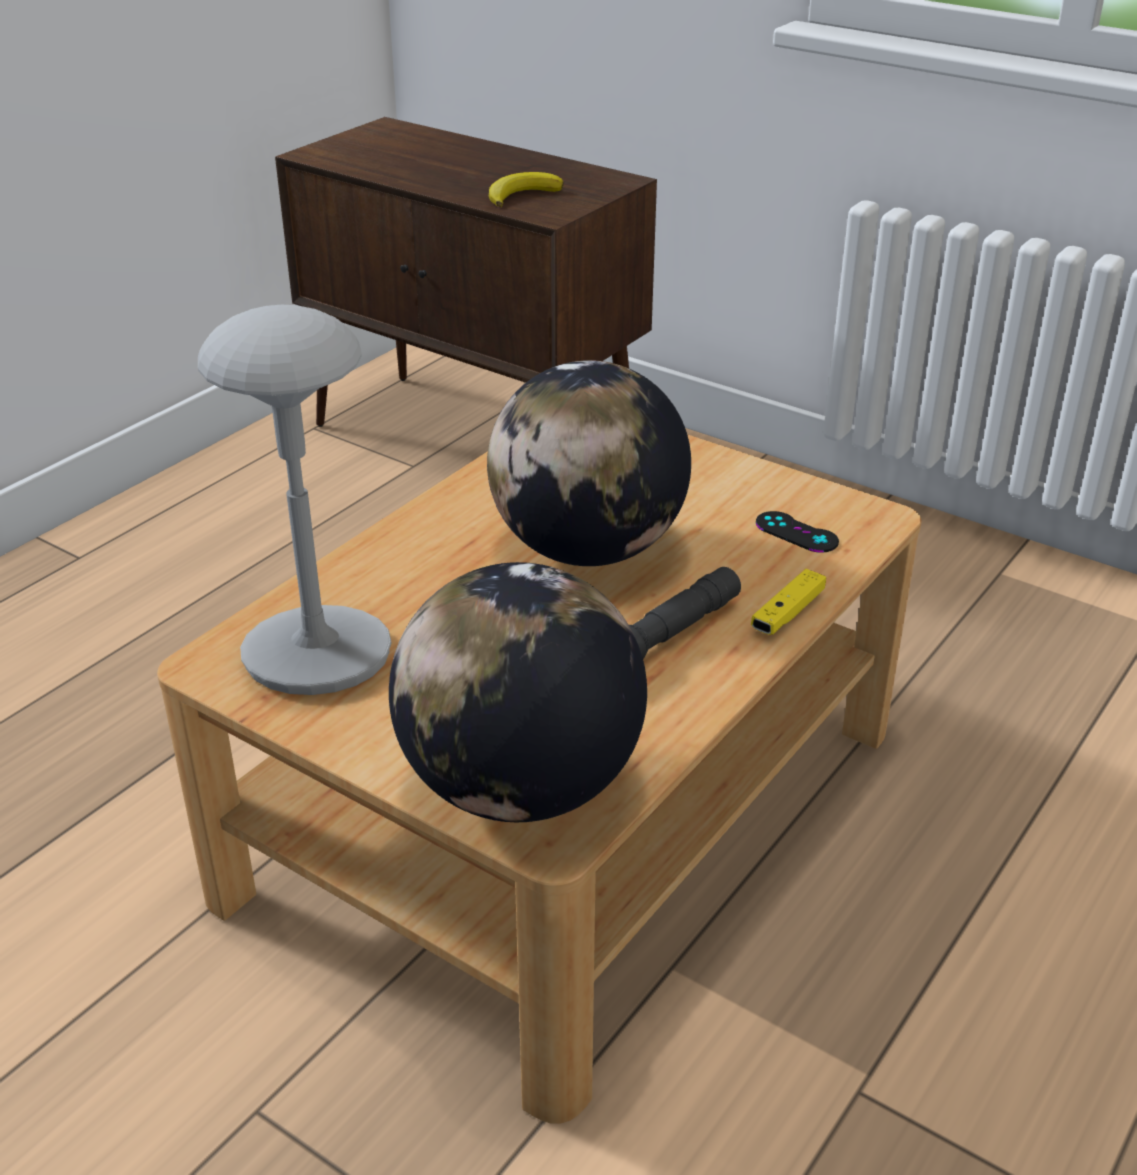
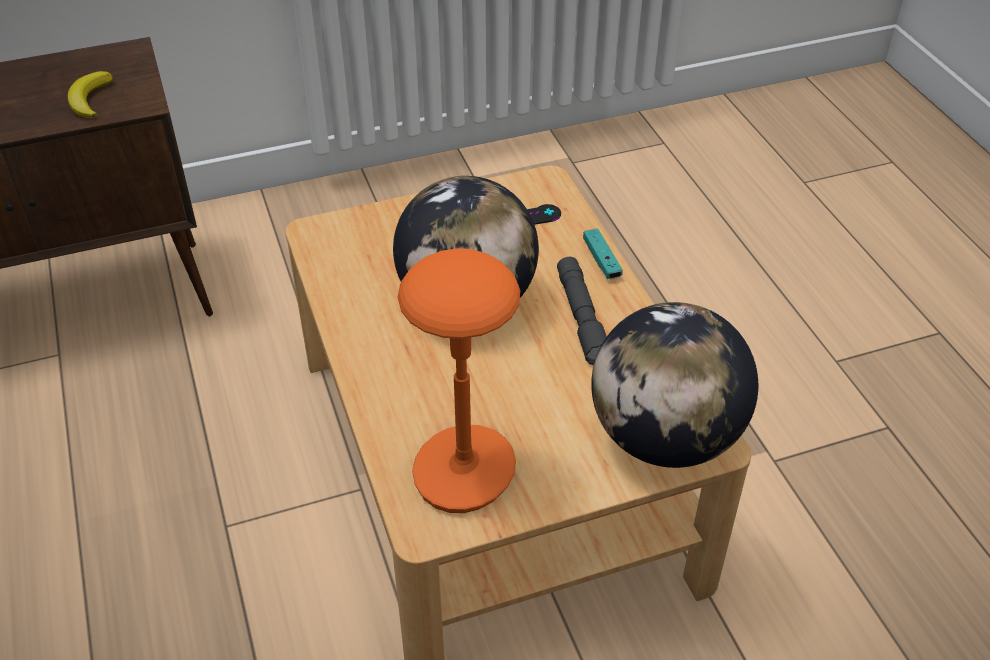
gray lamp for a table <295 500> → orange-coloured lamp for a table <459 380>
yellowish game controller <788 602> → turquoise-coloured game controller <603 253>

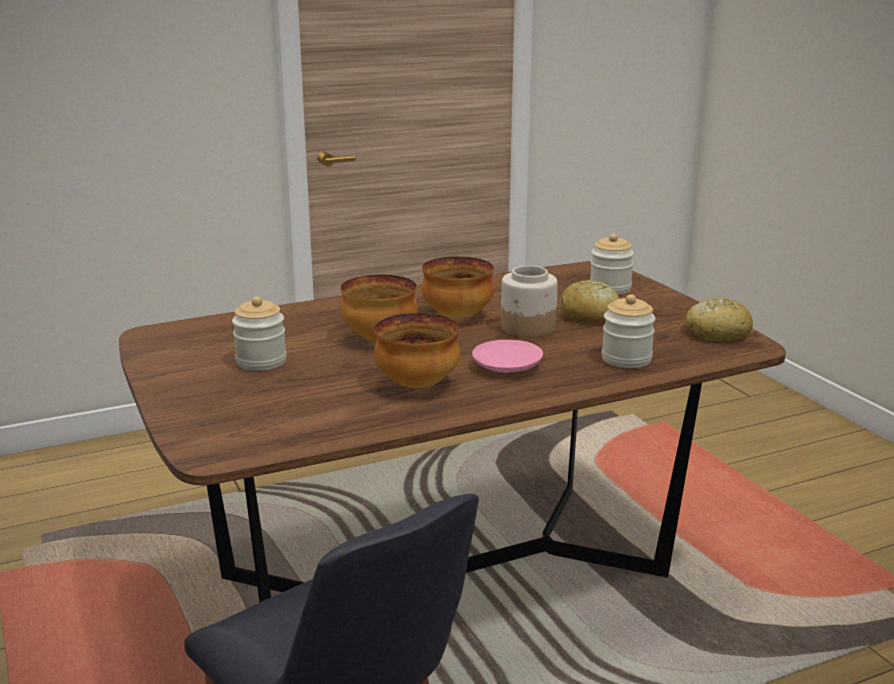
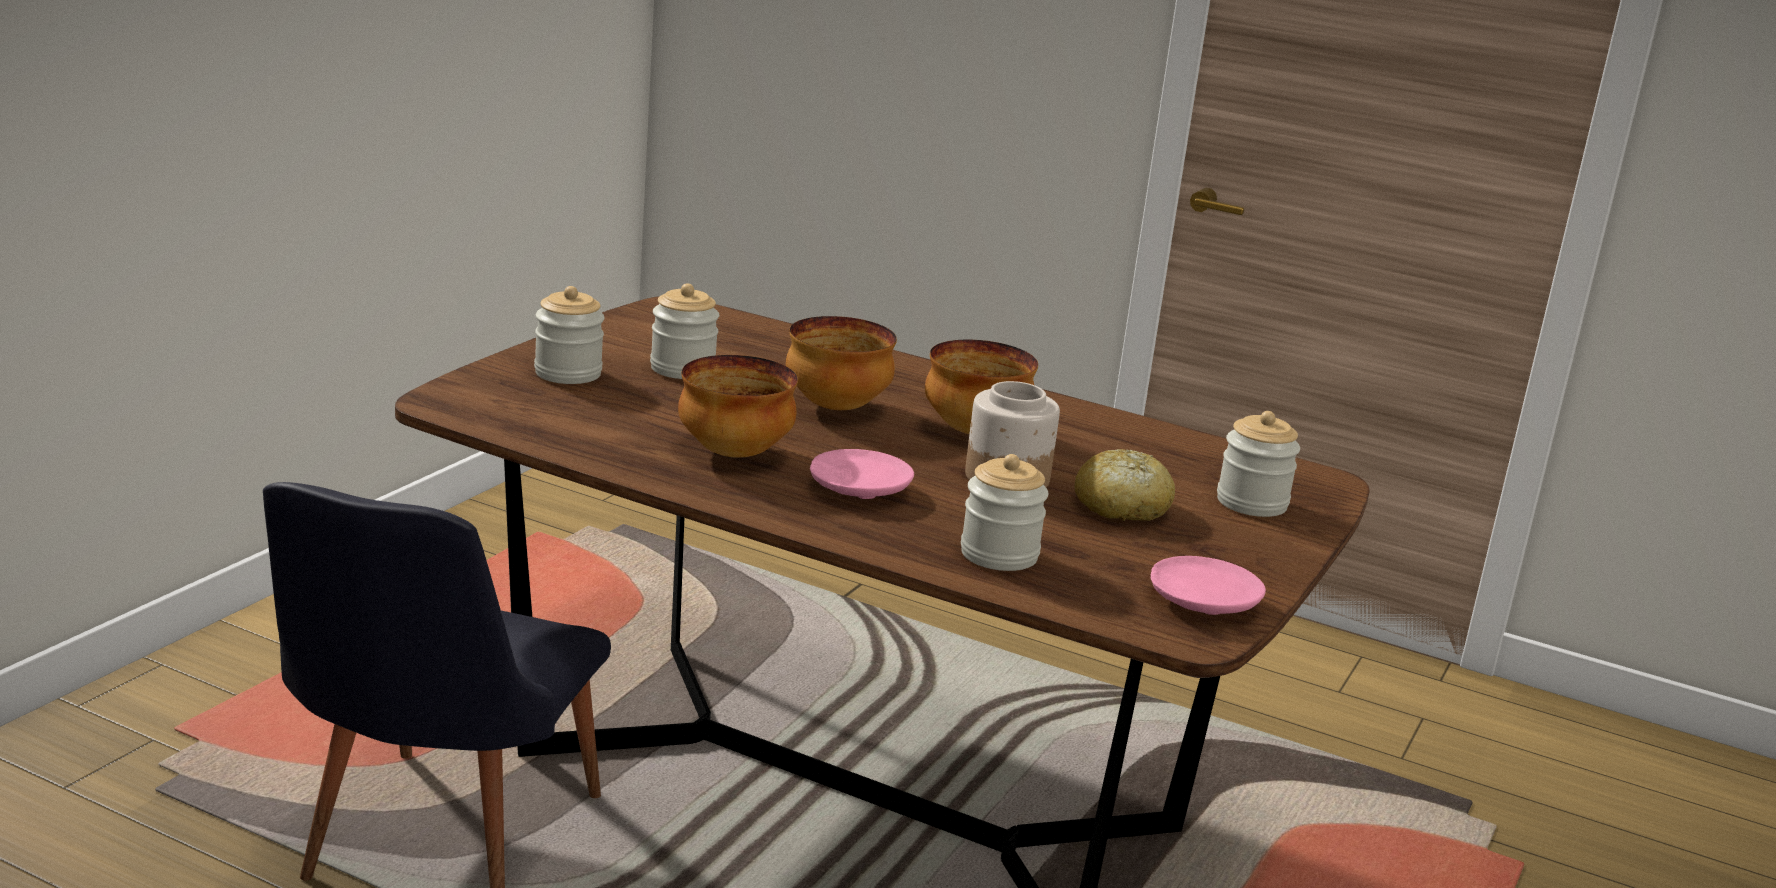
baked bread <719 320> → pink flat dish <1208 585>
- → storage jar <569 335>

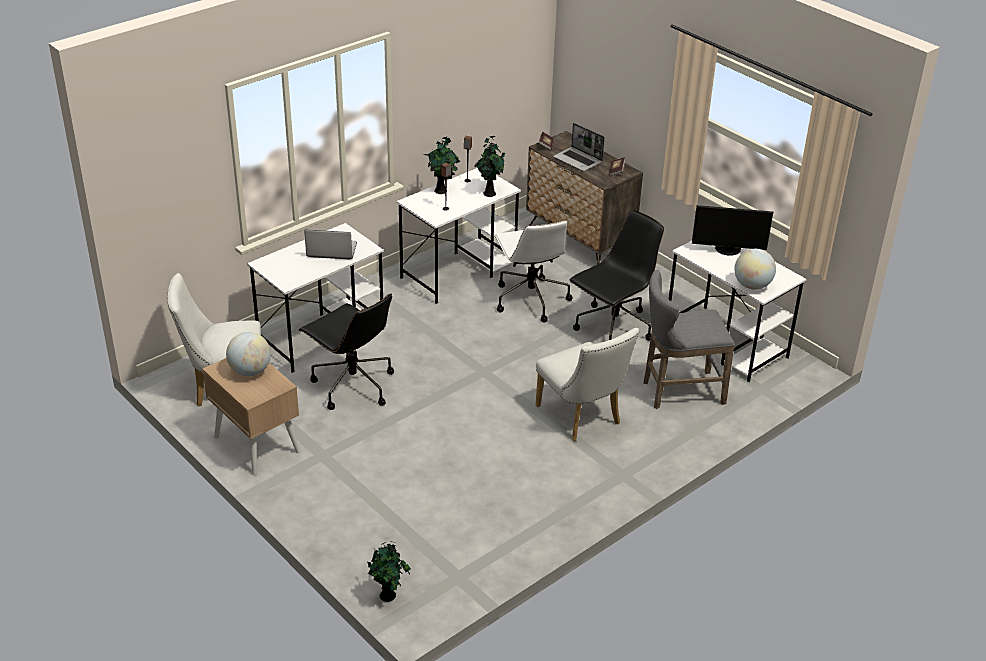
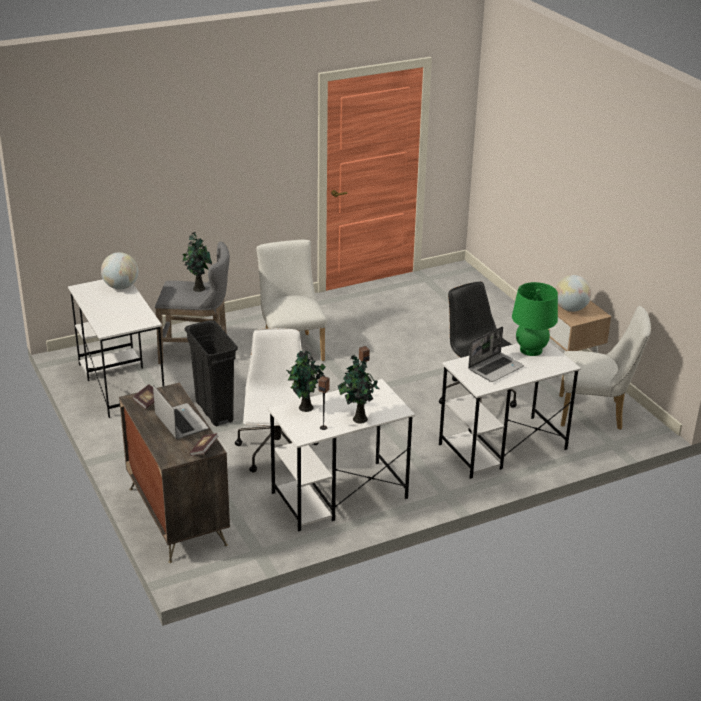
portable computer <330 245> → portable computer <496 354>, 60 degrees counterclockwise
plant in a pot <389 572> → plant in a pot <197 262>, moved
black-coloured desk chair <616 275> → black-coloured waste bin <211 373>
computer display <732 230> → -
- → green-coloured lamp for a table <535 319>

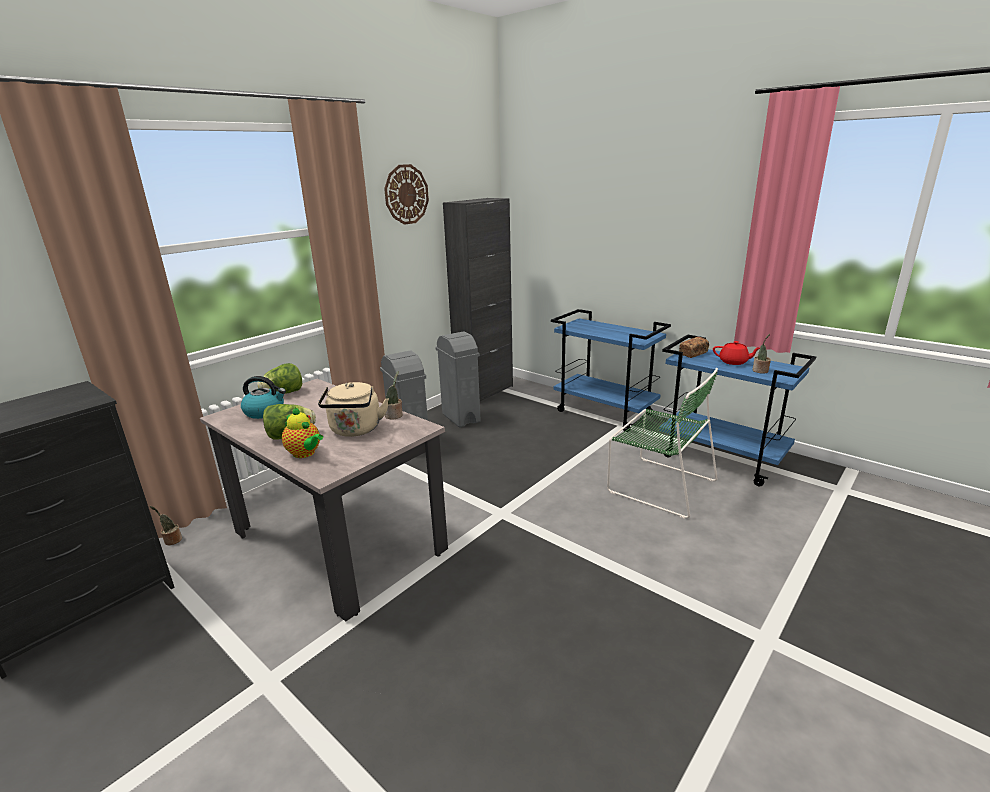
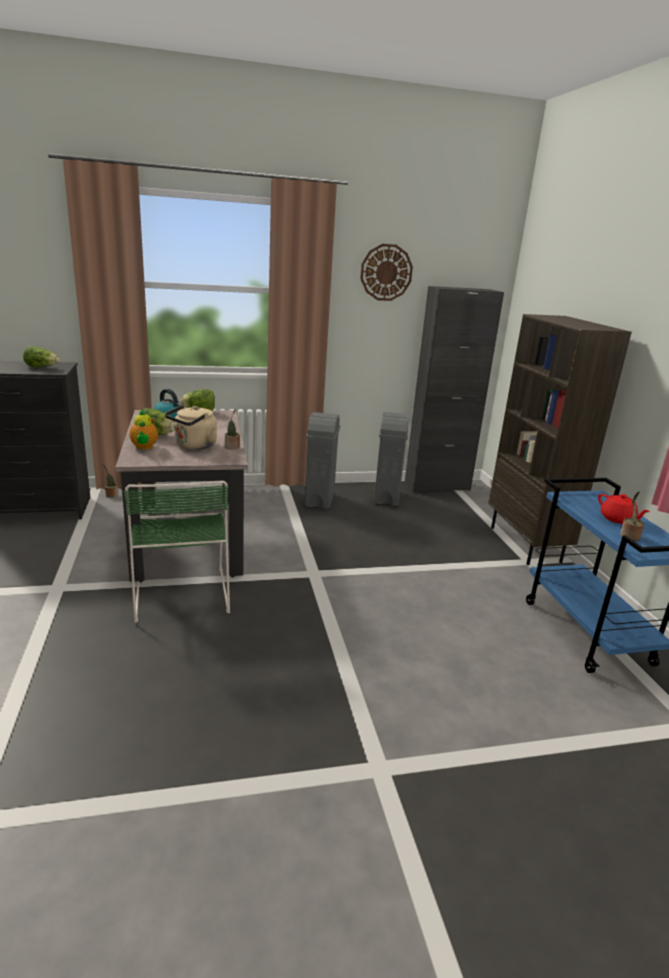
blue-coloured trolley <611 370> → brownish shelving unit <560 439>
green-coloured upright chair <662 443> → green-coloured upright chair <177 552>, moved
baked bread <694 347> → -
- → head of lettuce <41 356>

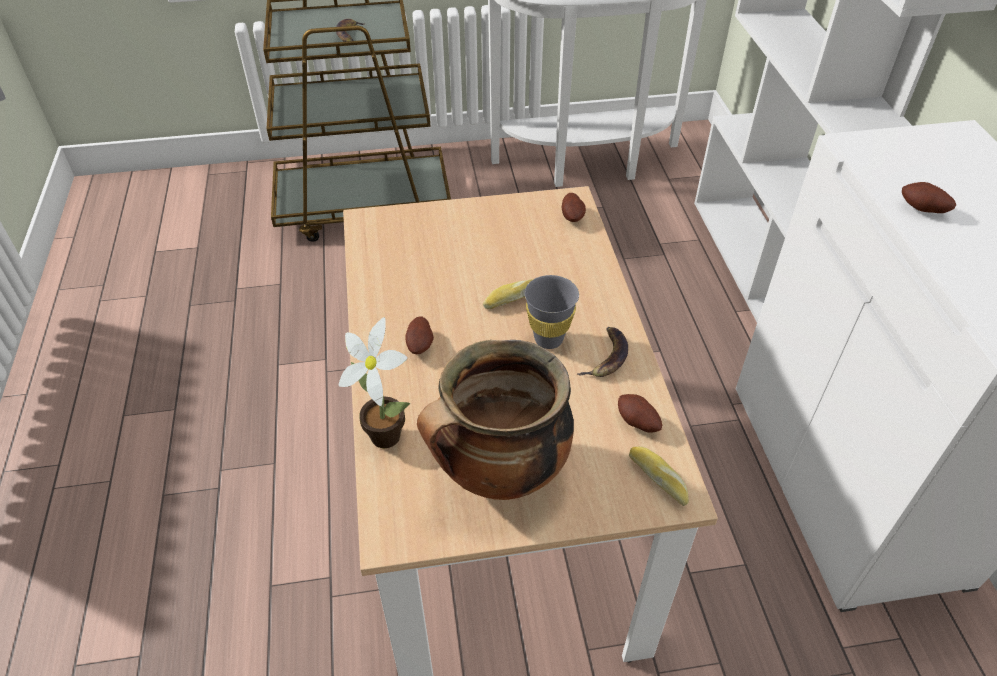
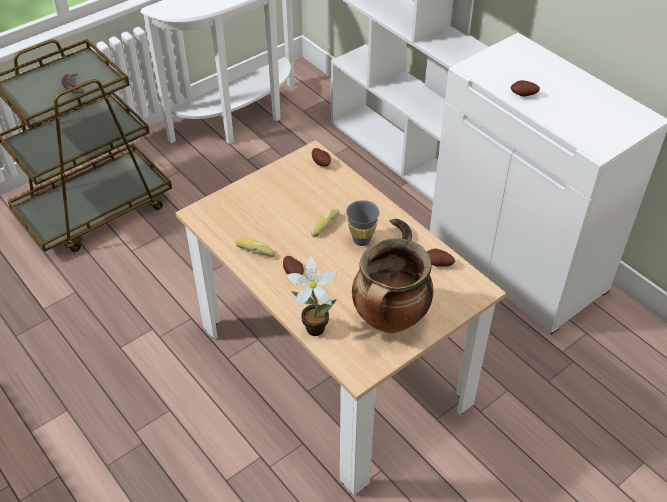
baked bread <659 476> → baked bread <255 247>, moved

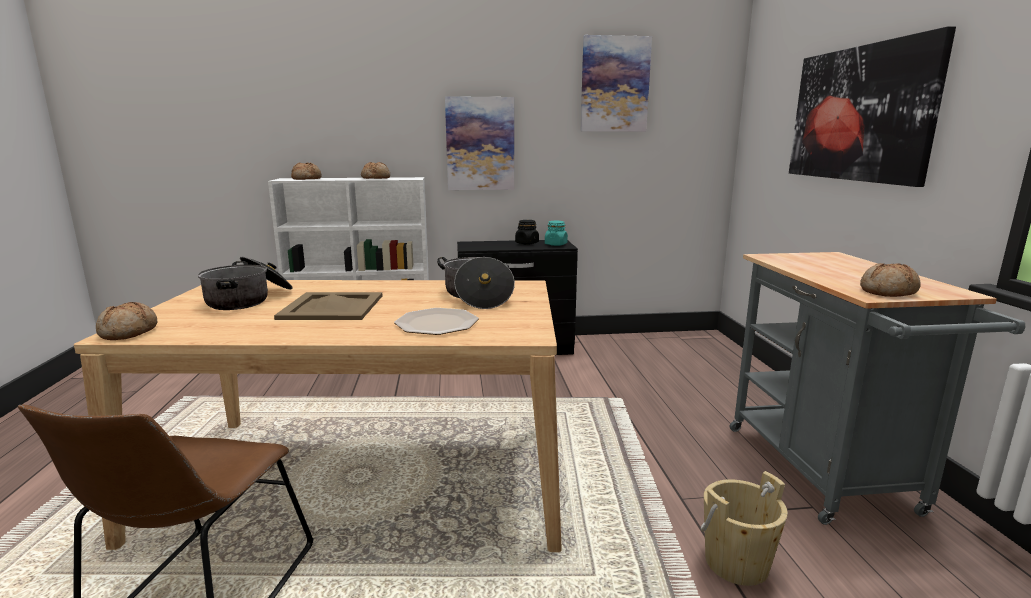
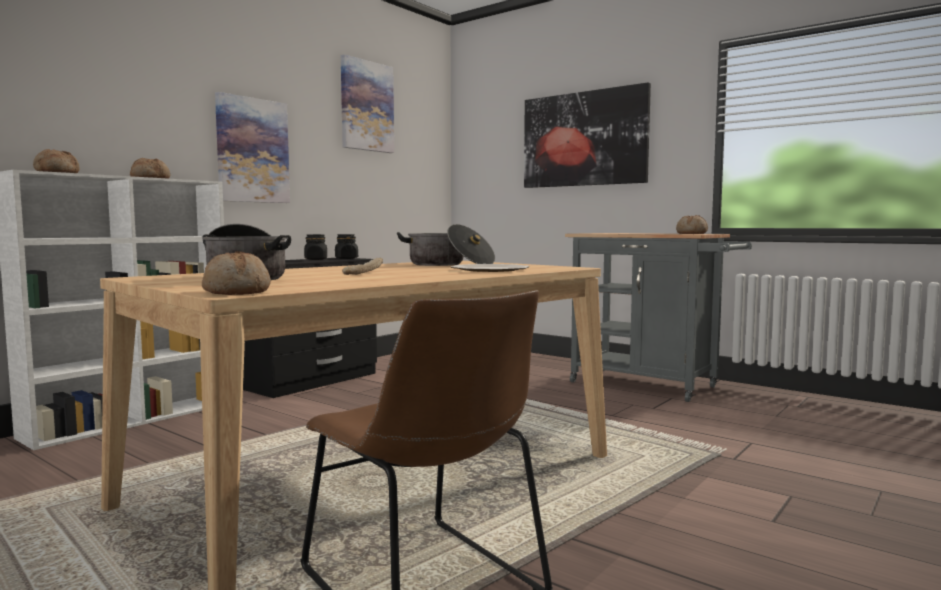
beige carrying tray <328 306> → baked bread <362 266>
turquoise-coloured storage jar <556 233> → black-coloured storage jar <346 246>
beige pail <744 528> → -

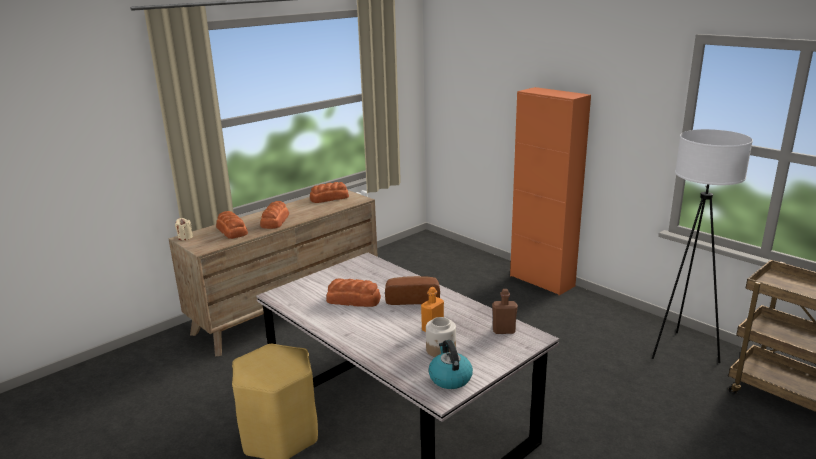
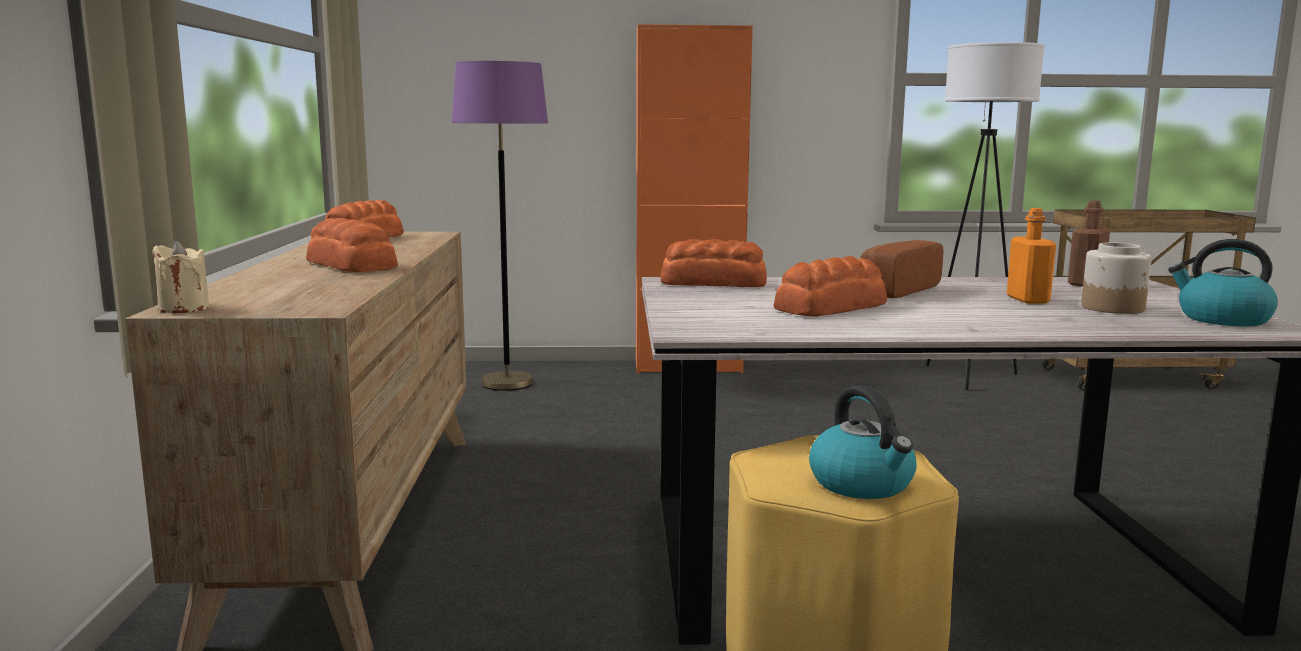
baked bread <232 225> → baked bread <714 263>, moved
- → purplish standing lamp <500 226>
- → kettle <863 442>

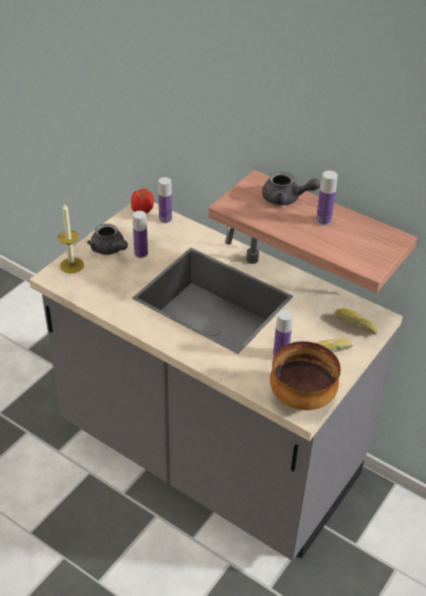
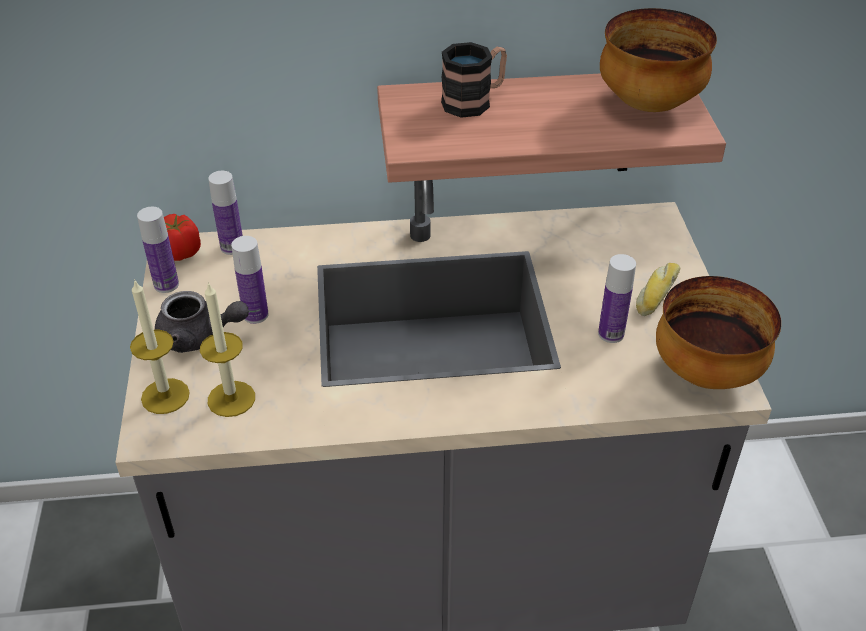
gray teapot <291 188> → coffee mug <474 80>
beverage bottle <327 198> → beverage bottle <158 250>, moved
baked bread <356 321> → -
- → wax candle <227 349>
- → serving bowl <658 60>

